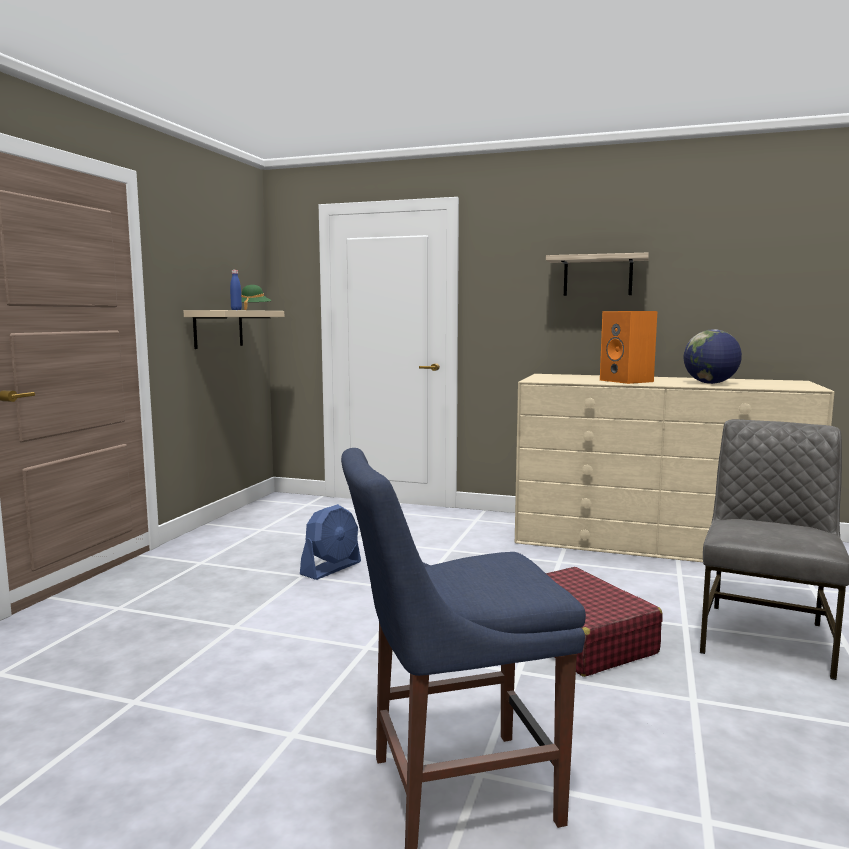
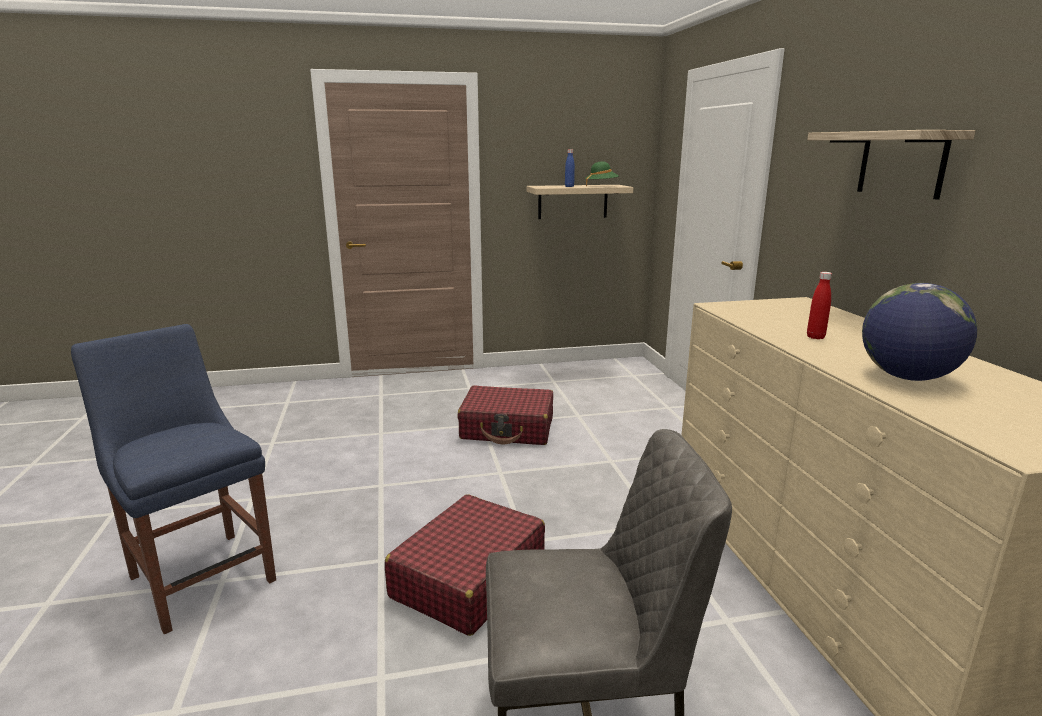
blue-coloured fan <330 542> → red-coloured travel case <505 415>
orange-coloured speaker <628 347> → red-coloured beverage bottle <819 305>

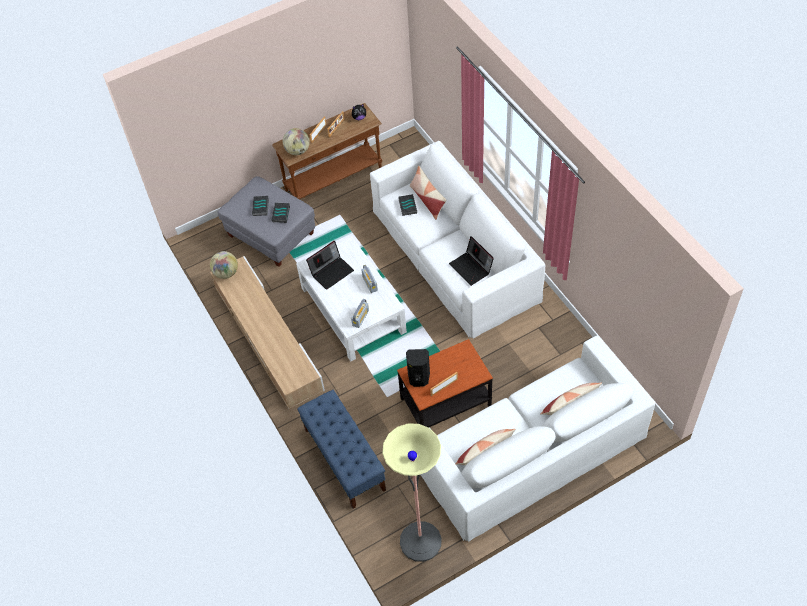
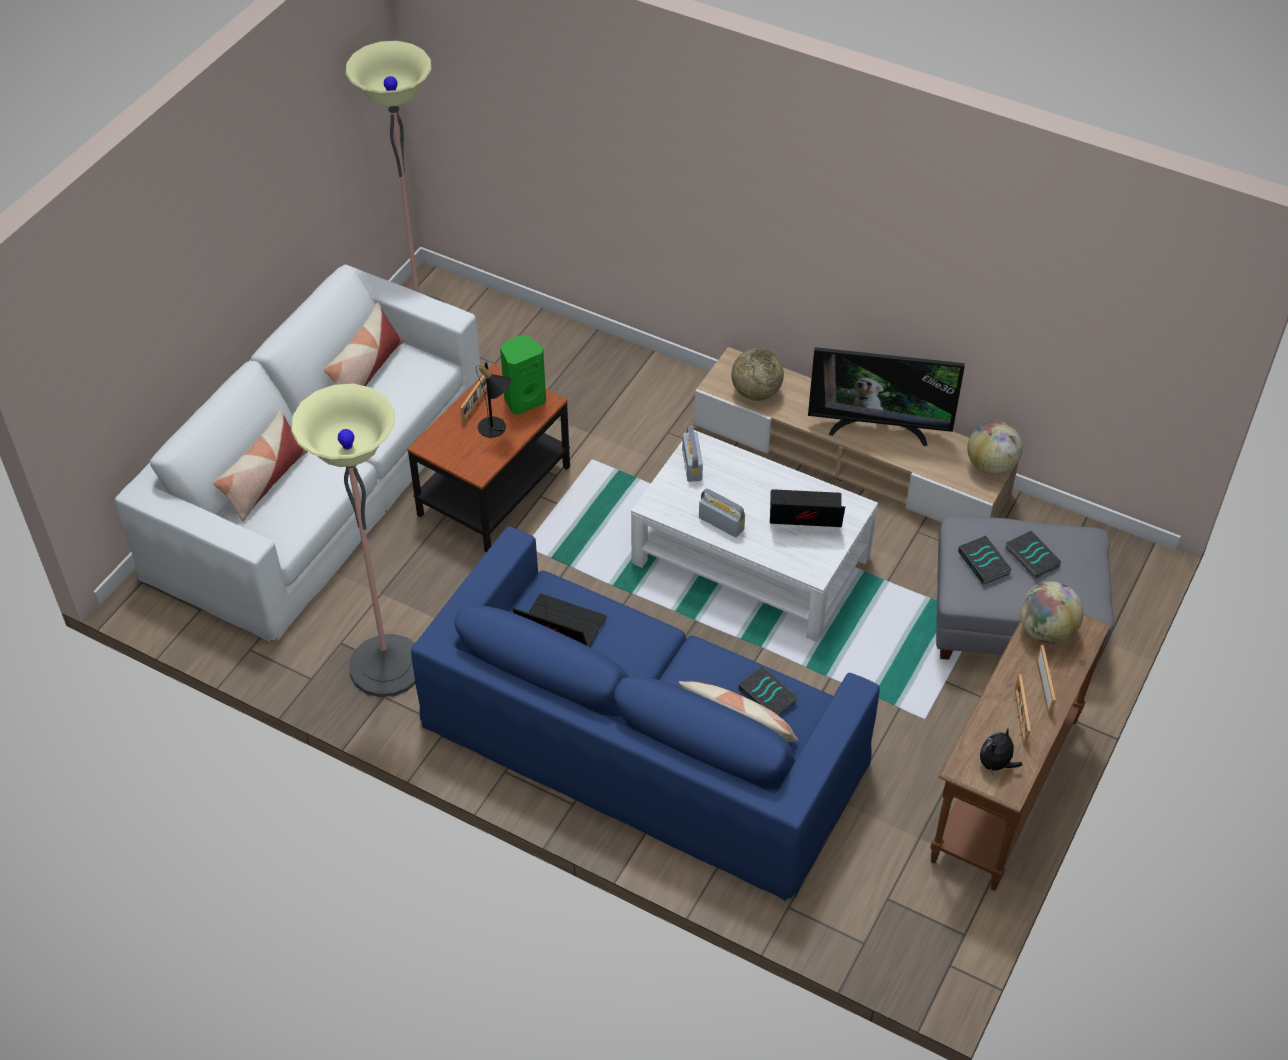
blue-coloured long seat <341 449> → -
portable computer <330 265> → portable computer <807 508>, 75 degrees clockwise
white-coloured sofa <457 240> → blue-coloured sofa <645 713>
black-coloured speaker <418 368> → green-coloured speaker <523 375>
- → standing lamp <353 540>
- → black-coloured lamp for a table <494 400>
- → desk globe <758 374>
- → television <886 396>

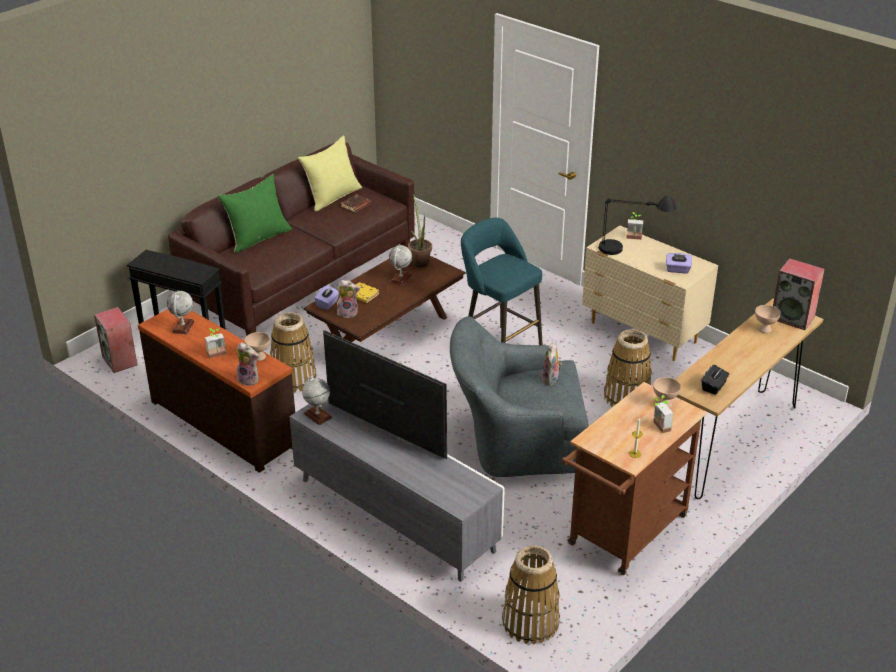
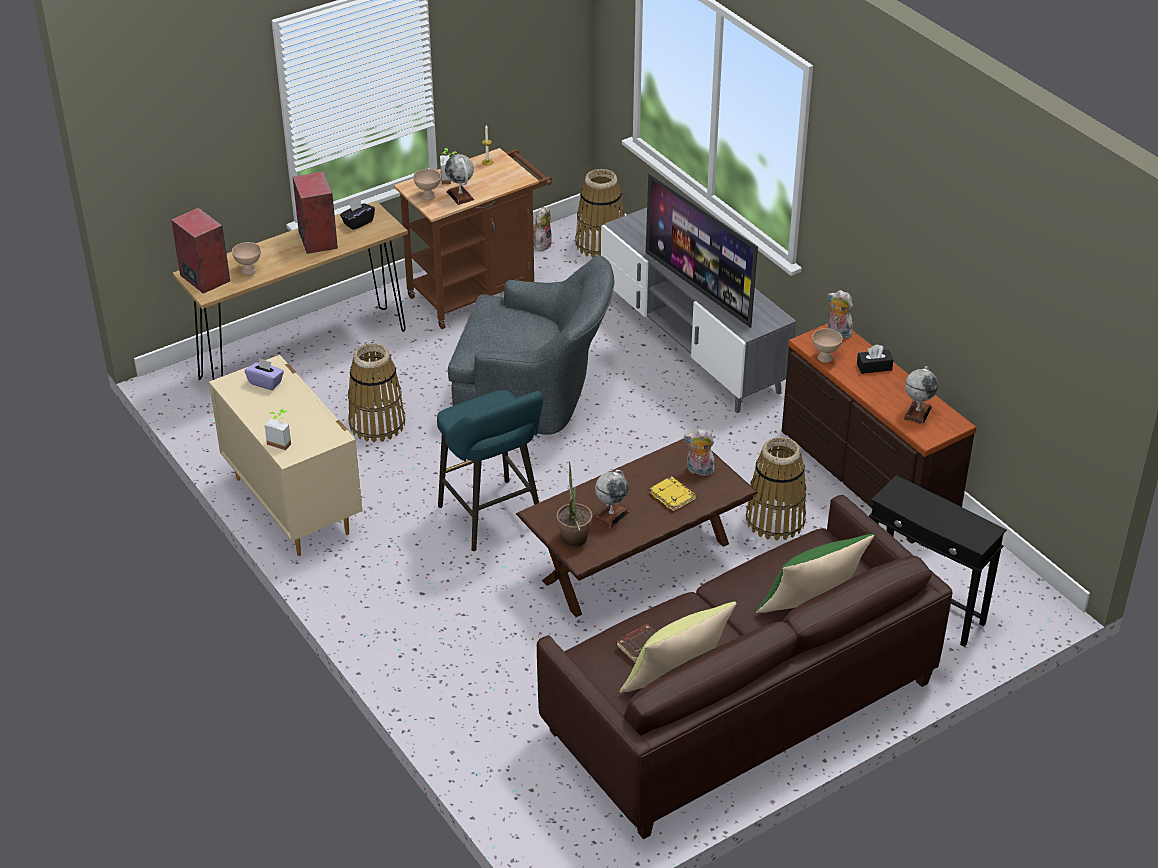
speaker <115 340> → speaker <315 212>, moved
plant in a pot <215 343> → black-coloured tissue holder <875 359>
desk globe <317 401> → desk globe <459 179>, moved
purplish tissue holder <326 297> → -
soft toy <552 364> → soft toy <542 229>, moved
black-coloured lamp for a table <637 225> → -

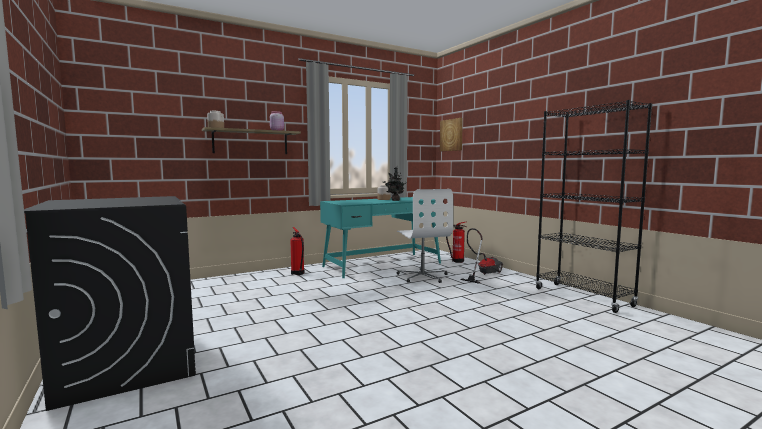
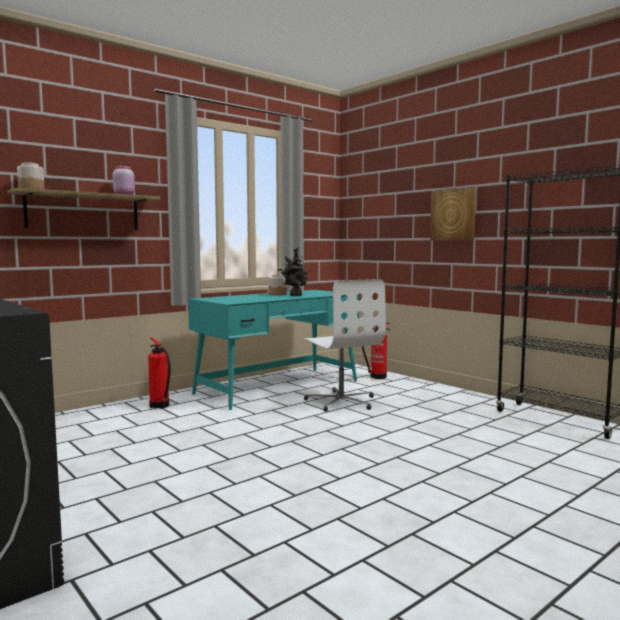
wall picture <451 134> → wall picture <453 214>, moved
hoover <481 256> → -

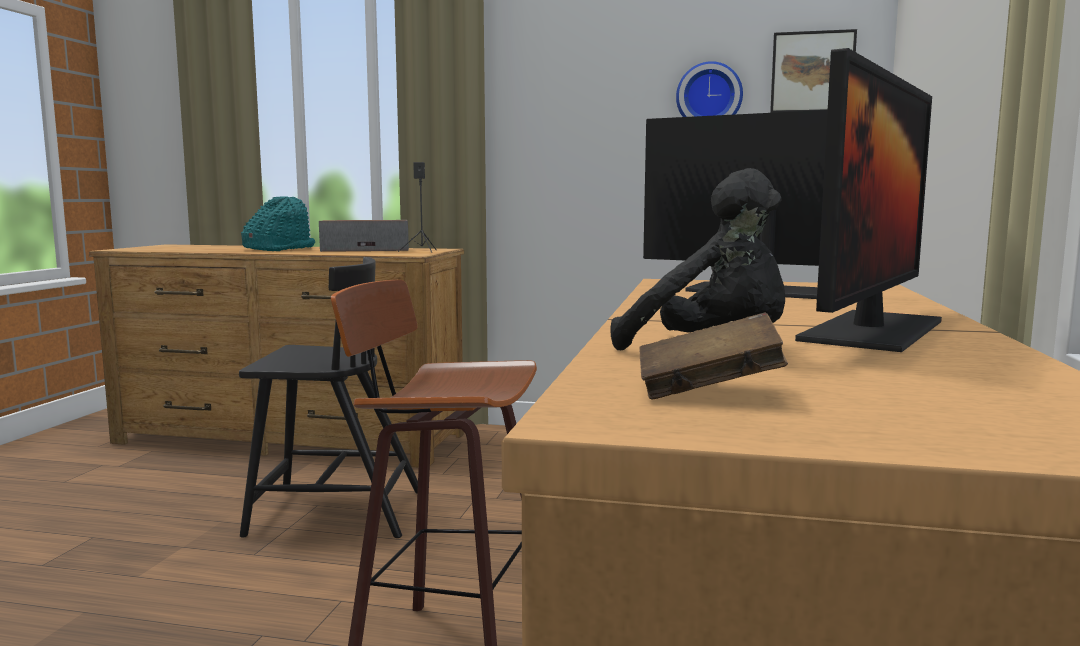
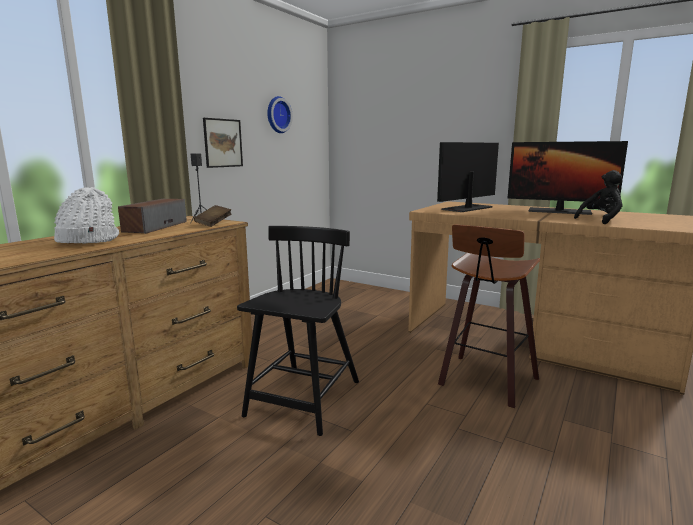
turquoise-coloured wearable hat <278 223> → white-coloured wearable hat <86 215>
brownish volume <713 356> → brownish volume <212 216>, moved
wall picture <813 71> → wall picture <223 143>, moved
computer display <868 200> → computer display <568 178>, 150 degrees clockwise

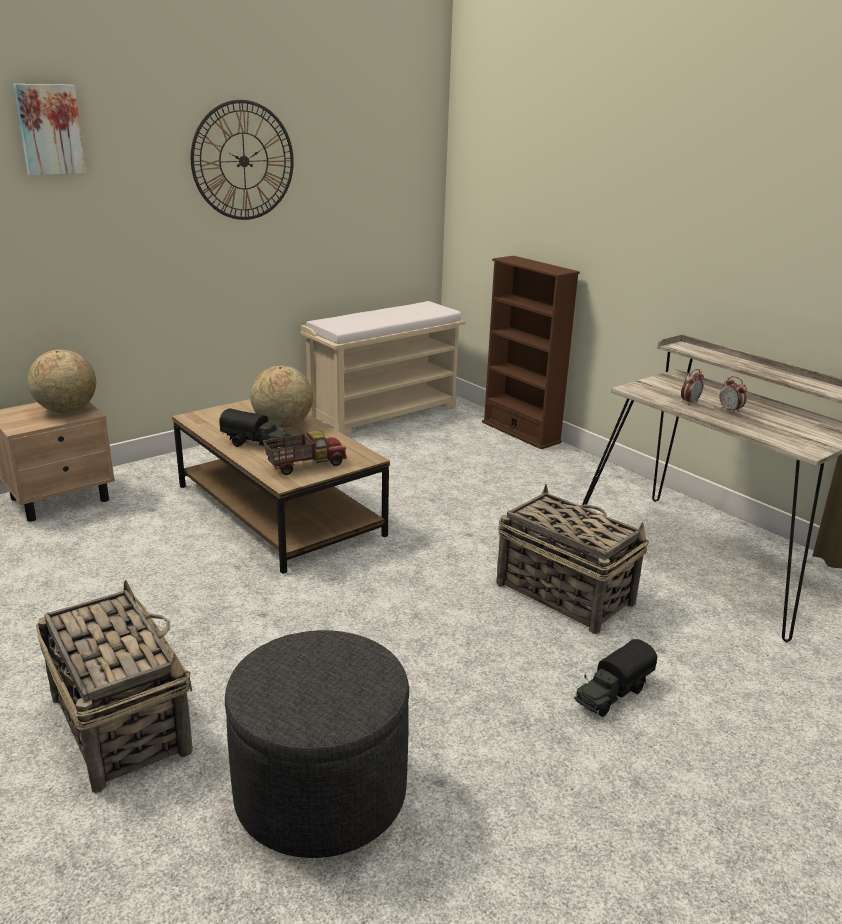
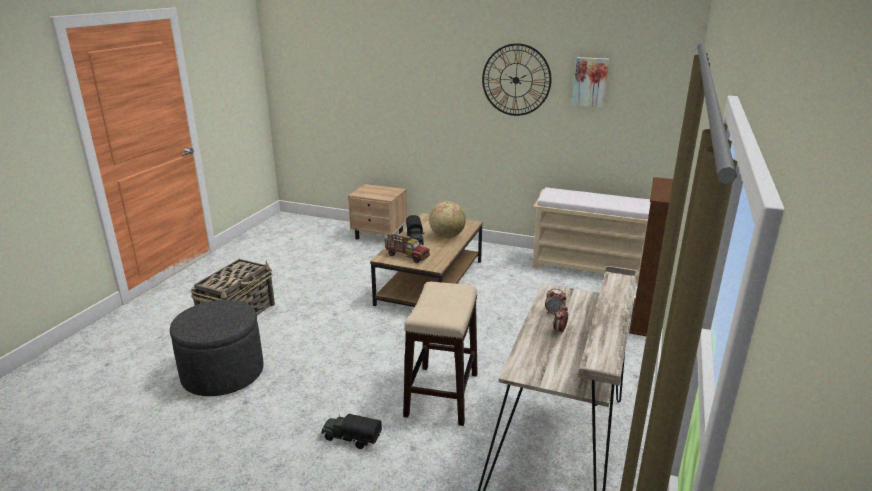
wall picture <50 130> → wall picture <590 82>, moved
desk globe <62 381> → -
household basket <572 559> → sitting stool <440 354>

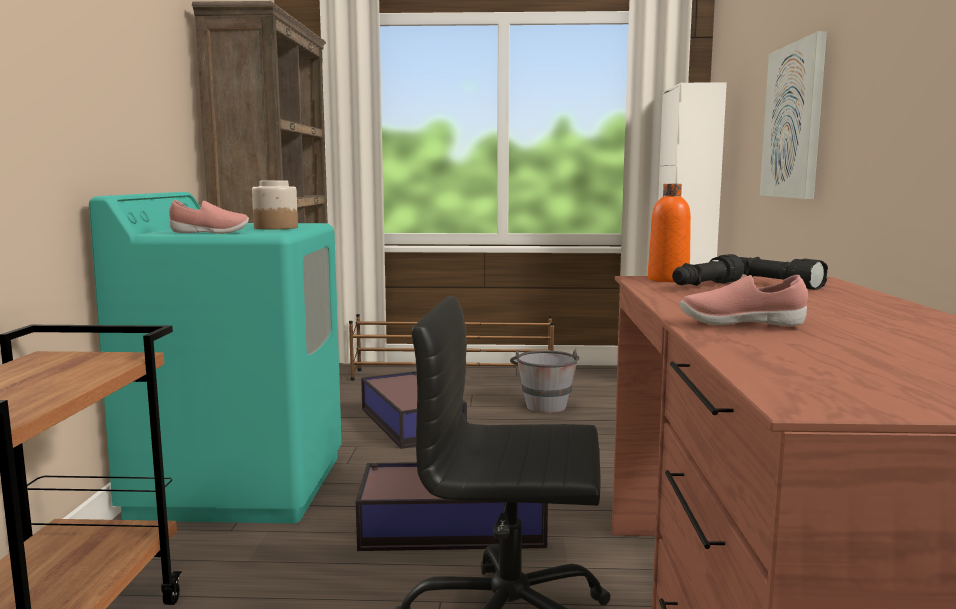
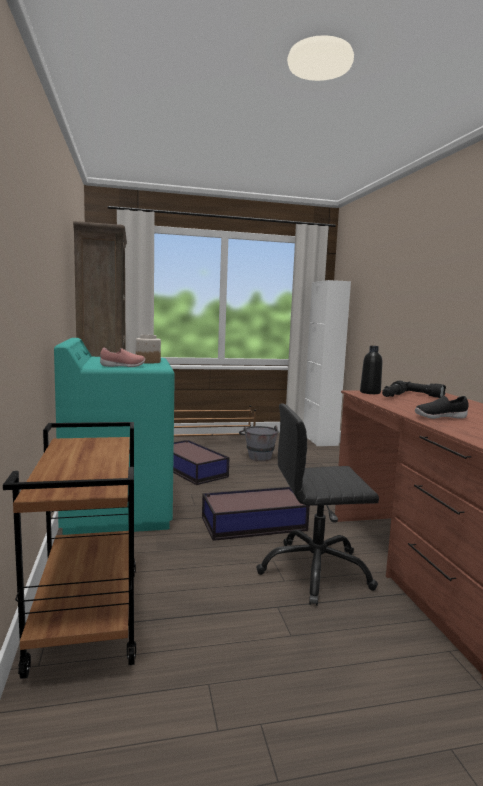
orange-coloured beverage bottle <669 233> → black-coloured beverage bottle <371 370>
pink shoe <744 300> → black-coloured shoe <442 407>
wall picture <793 115> → -

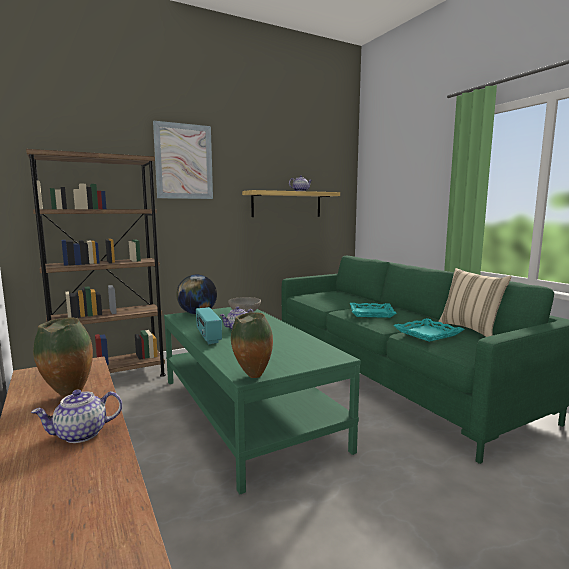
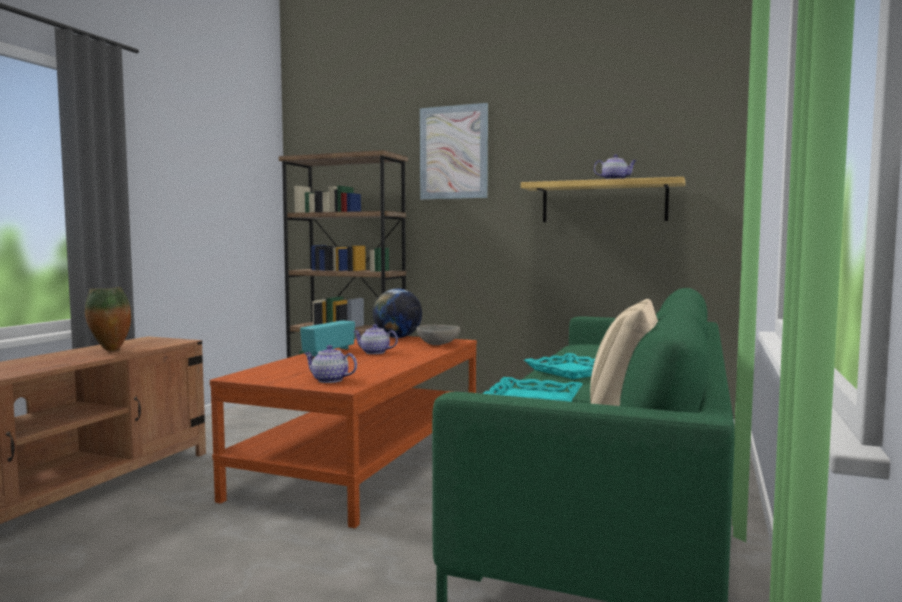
teapot <76 416> → teapot <330 364>, moved
green-coloured lounge table <262 401> → brownish lounge table <343 432>
flower vase <252 345> → -

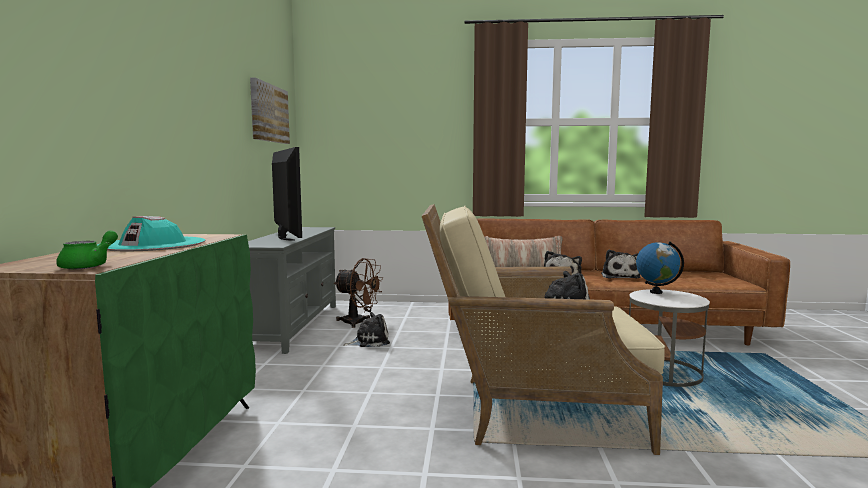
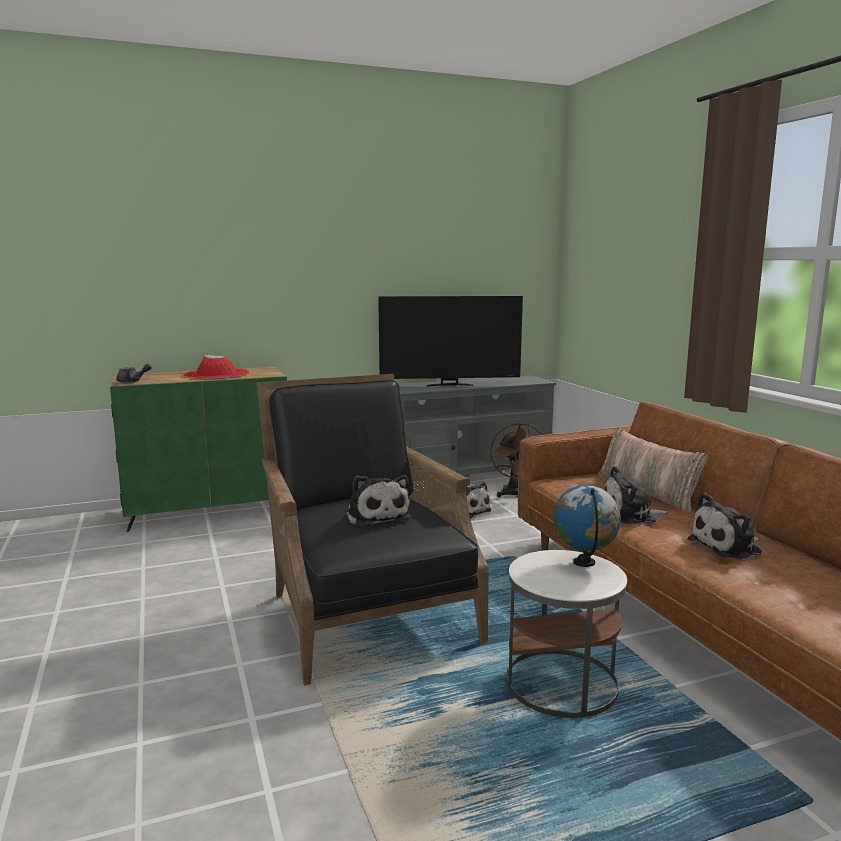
green-coloured teapot <87 250> → gray teapot <134 373>
turquoise-coloured wearable hat <151 233> → red-coloured wearable hat <216 367>
wall picture <270 111> → -
television <287 194> → television <450 341>, 45 degrees clockwise
beige armchair <543 329> → black-coloured armchair <373 530>

